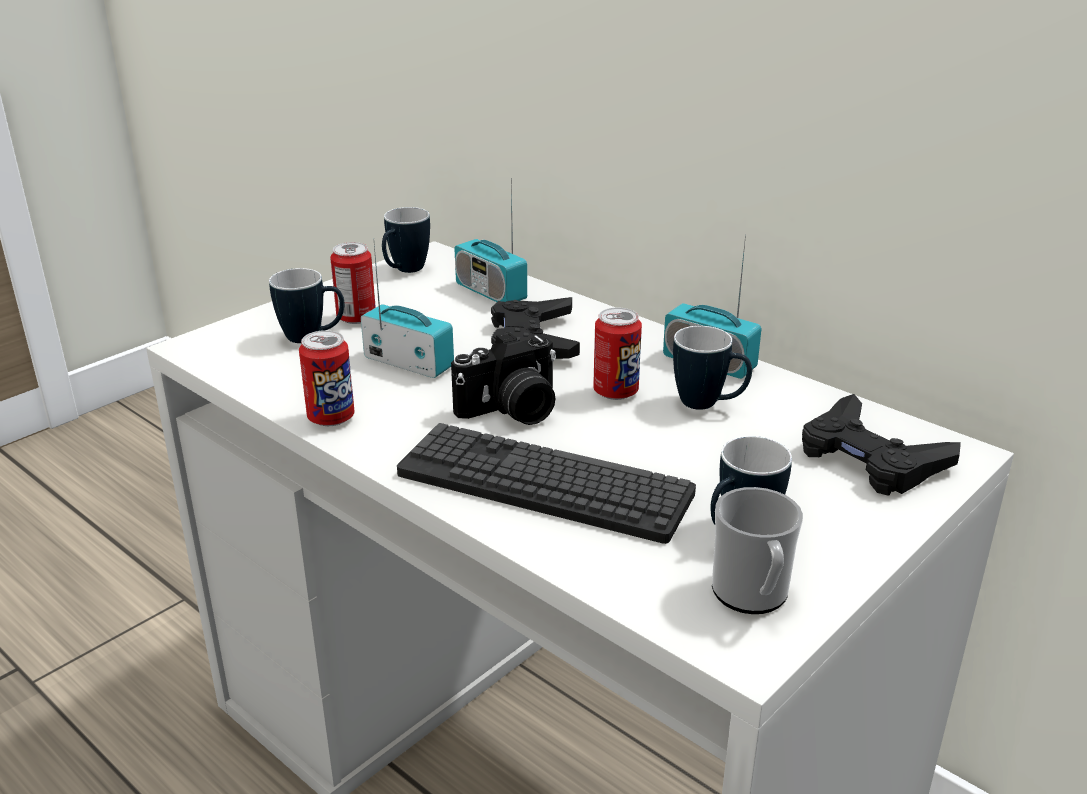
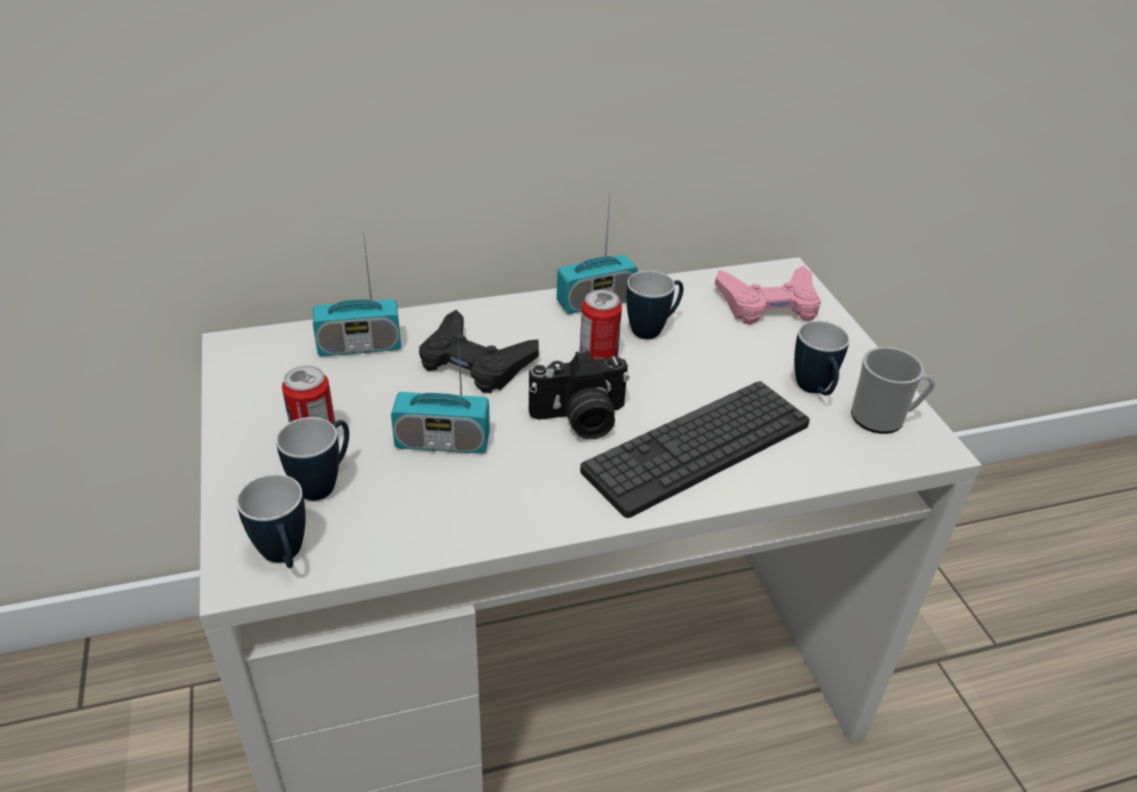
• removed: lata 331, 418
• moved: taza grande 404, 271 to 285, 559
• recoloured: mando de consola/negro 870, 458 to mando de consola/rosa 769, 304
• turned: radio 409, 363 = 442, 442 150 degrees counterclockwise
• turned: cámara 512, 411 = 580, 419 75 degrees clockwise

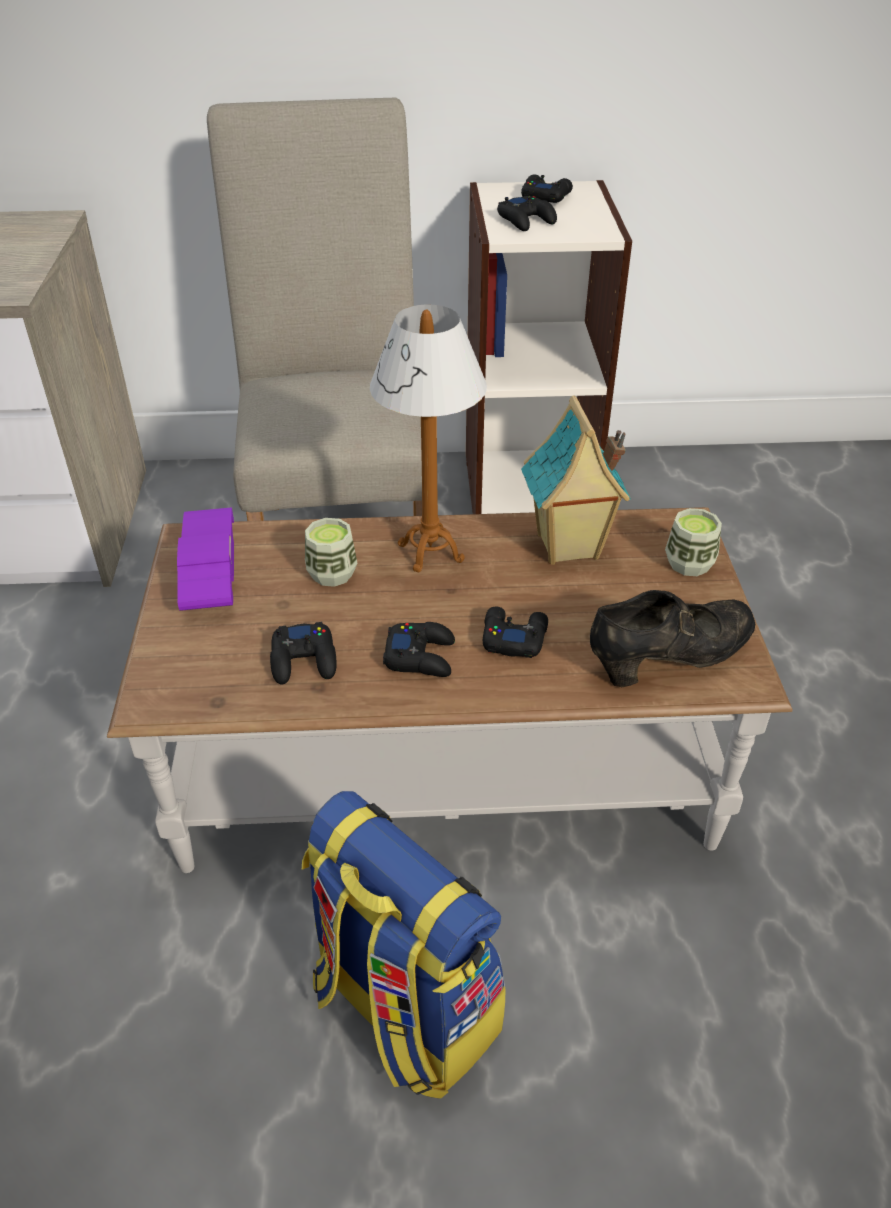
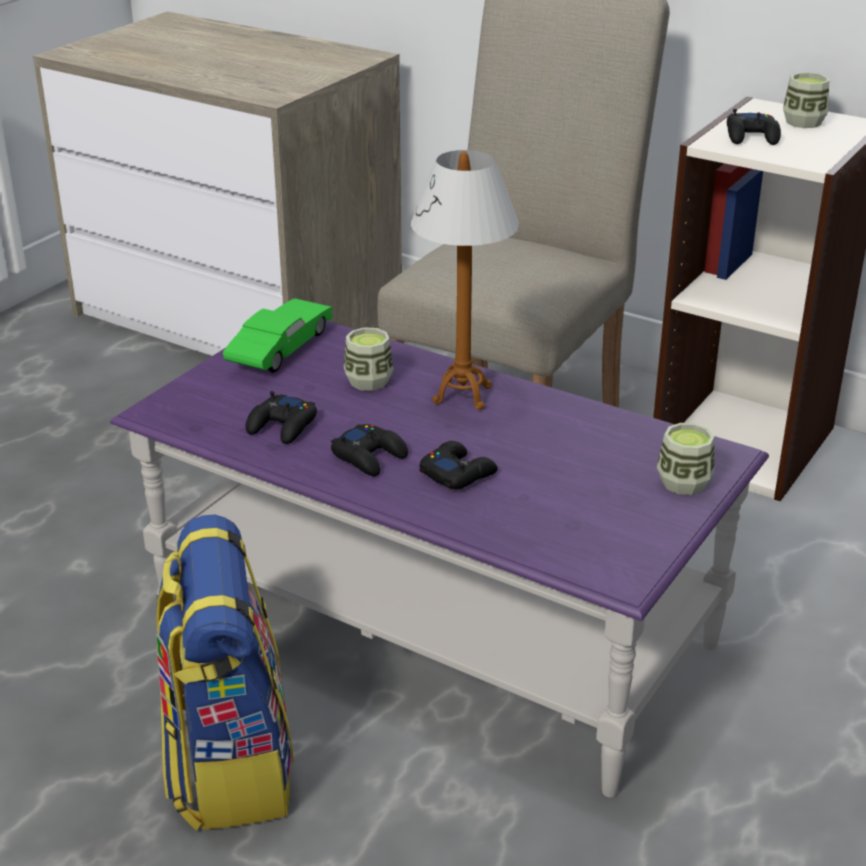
• removed: casita 568, 548
• removed: zapato/negro 669, 660
• replaced: mando de consola/negro 545, 196 to taza 803, 122
• recoloured: mesa de centro/marrón 444, 764 to mesa de centro/morado 432, 621
• recoloured: coche de juguete/morado 210, 574 to coche de juguete/verde 280, 350

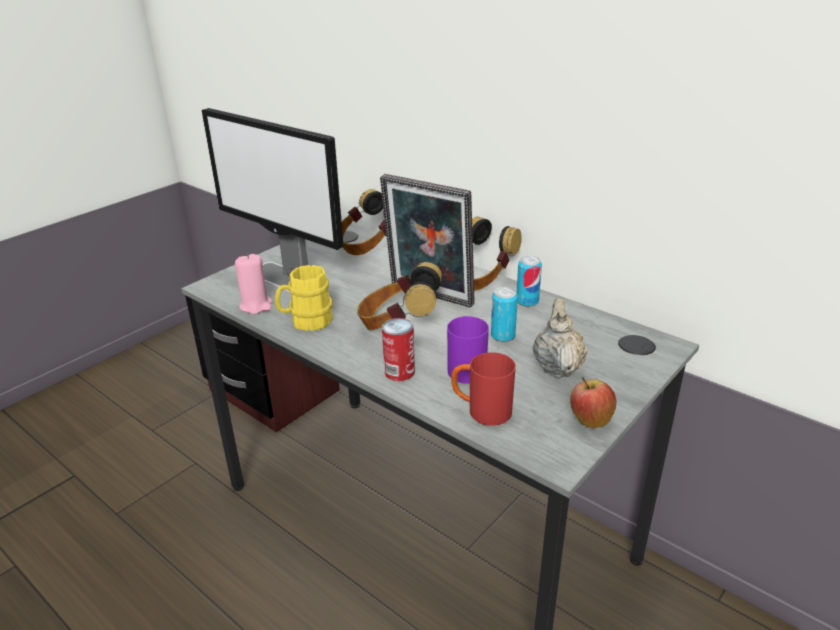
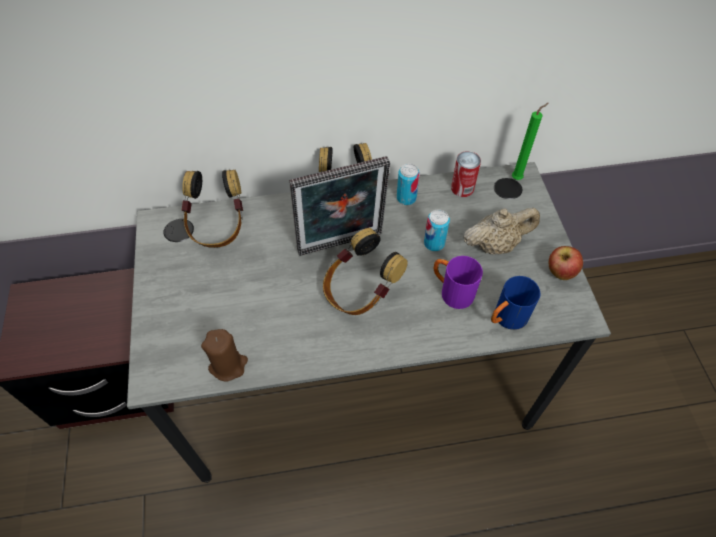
• removed: monitor 288, 280
• removed: taza grande/amarillo 306, 321
• added: vela/verde 518, 178
• moved: lata 399, 372 to 462, 188
• recoloured: vela/rosa 256, 305 to vela/marrón 228, 365
• recoloured: taza grande/rojo 481, 411 to taza grande/azul 505, 319
• turned: tetera/beis 557, 367 = 495, 245 120 degrees clockwise

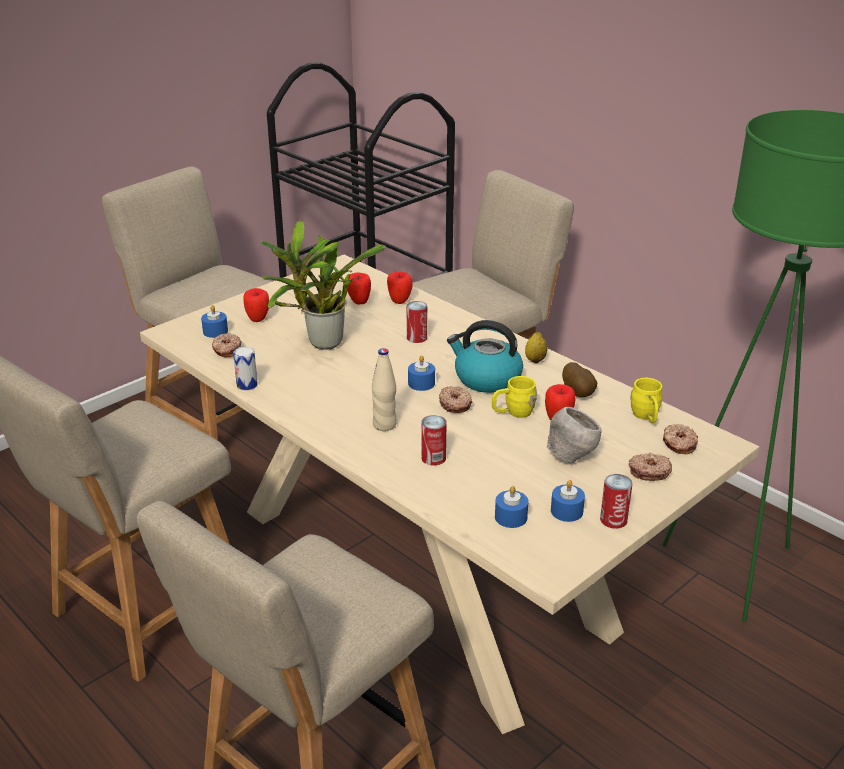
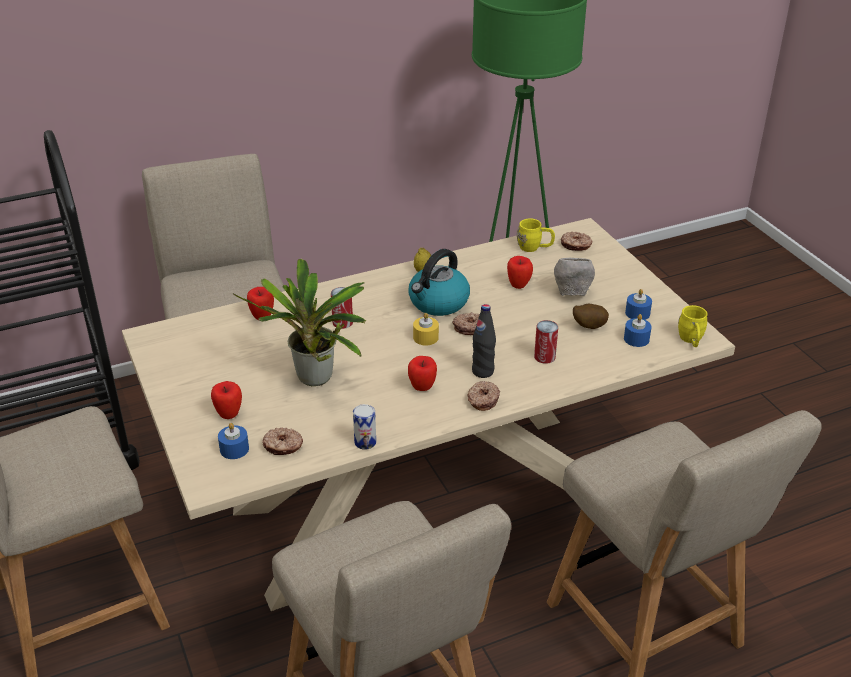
• removed: lata 613, 520
• moved: manzana 359, 302 to 422, 388
• moved: taza grande/amarillo 513, 412 to 691, 341
• moved: patata 579, 393 to 588, 326
• moved: rosquilla 649, 471 to 482, 400
• recoloured: botella/beis 384, 425 to botella/negro 483, 371
• recoloured: vela/azul 421, 383 to vela/amarillo 425, 337

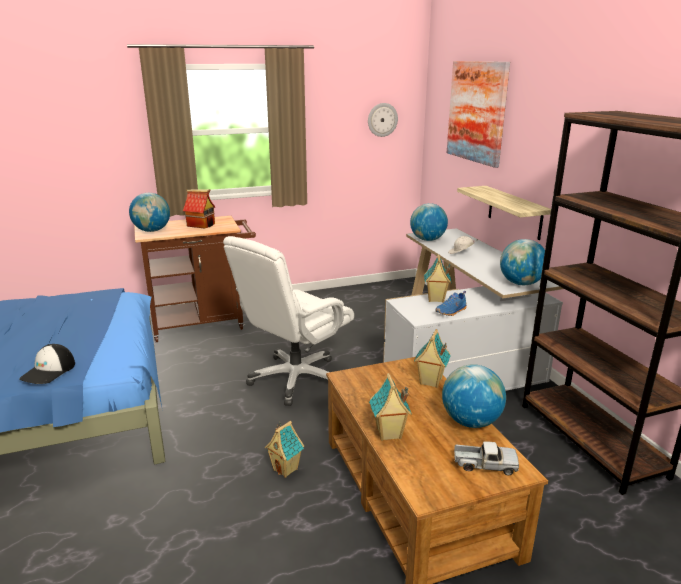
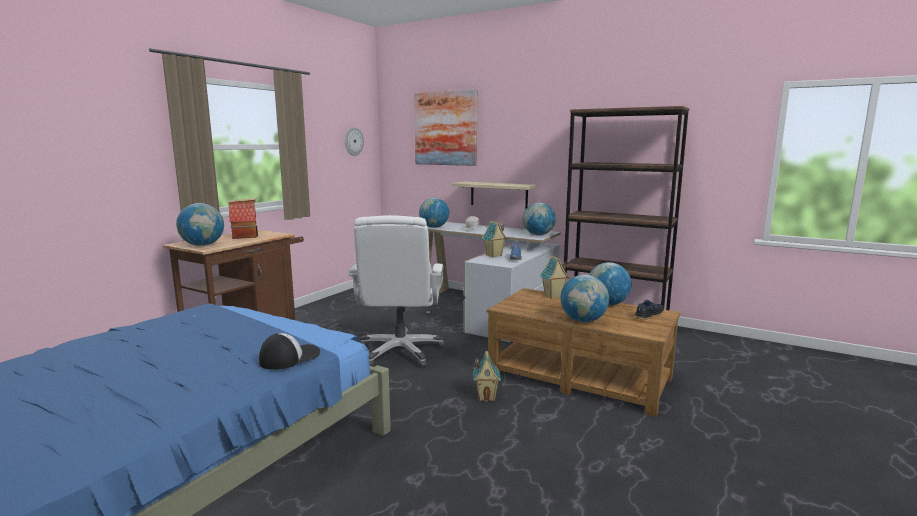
• replaced: casita 388, 434 to globo terráqueo 583, 320
• replaced: camión de juguete 485, 464 to zapato/negro 648, 316
• turned: gorra 49, 371 = 289, 357 120 degrees counterclockwise

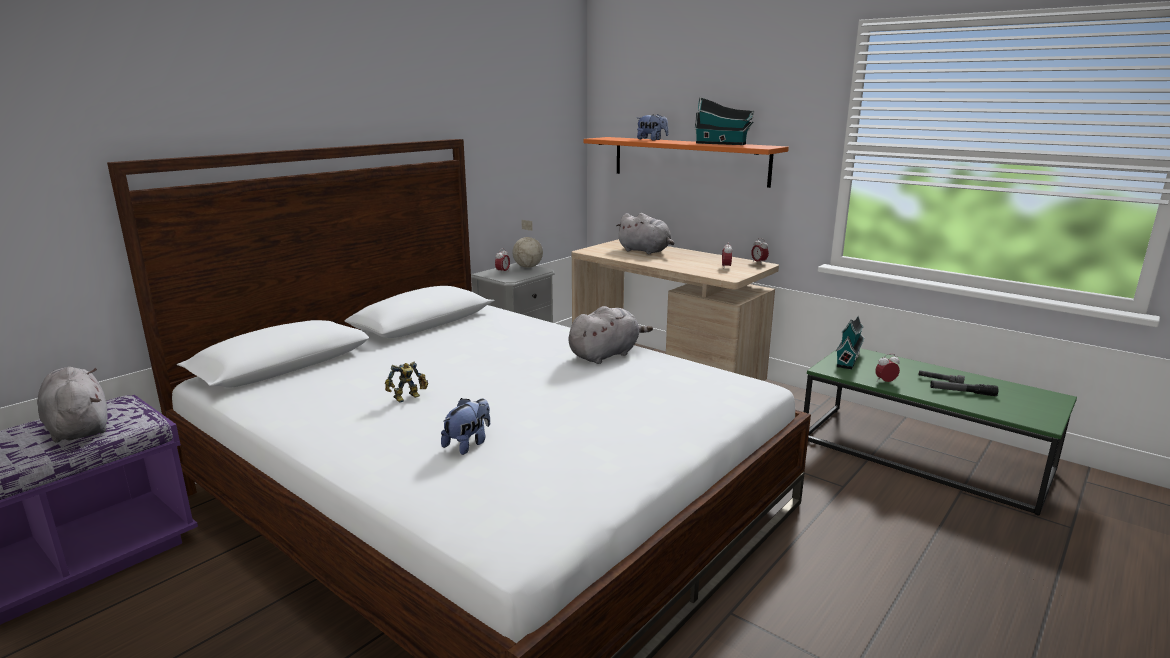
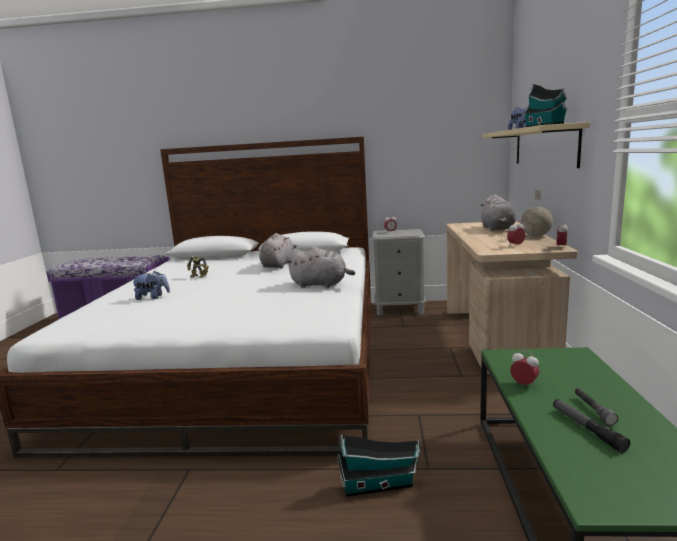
• moved: peluche/gris 78, 428 to 278, 265
• moved: globo terráqueo 528, 267 to 536, 236
• moved: casita 848, 358 to 380, 485
• recoloured: estante/naranja 688, 160 to estante/beis 544, 146

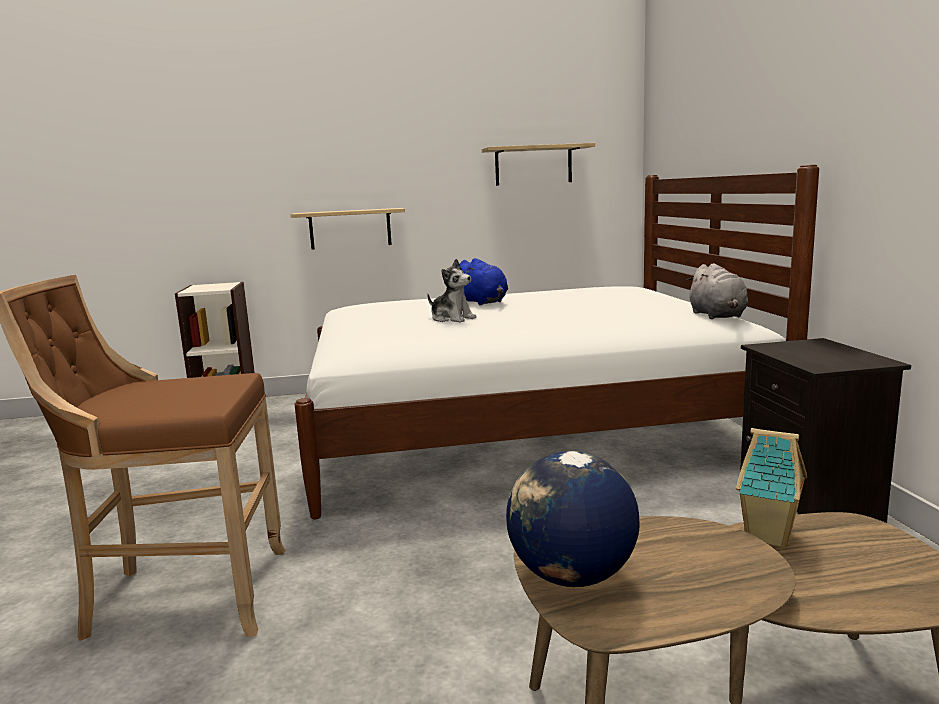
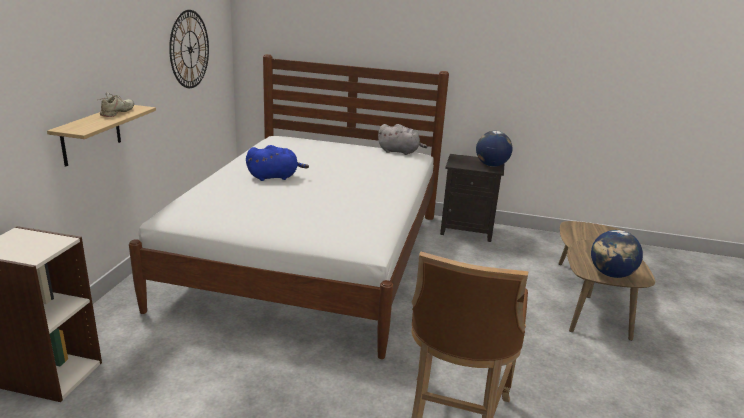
• removed: peluche 452, 319
• removed: casita 770, 536
• added: zapato/beis 117, 112
• added: globo terráqueo 491, 165
• replaced: estante 533, 165 to reloj de pared 190, 49

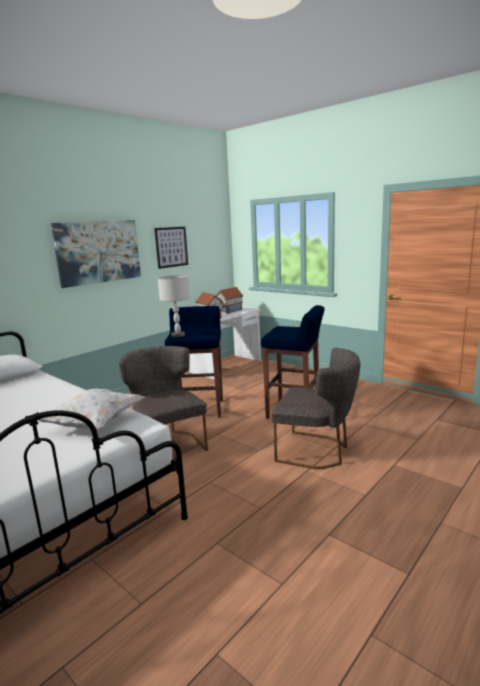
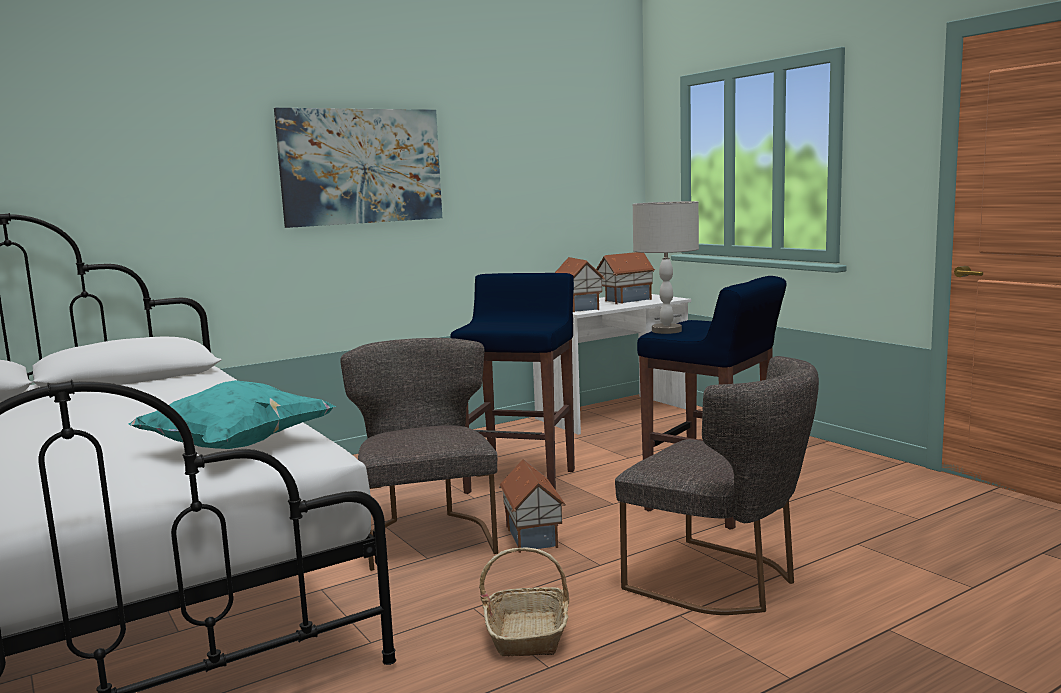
• removed: cuadro 171, 247
• added: cesta 528, 633
• added: casita 534, 536
• moved: lámpara de mesa/gris 178, 335 to 666, 331
• recoloured: cojín/blanco 95, 424 to cojín/turquesa 236, 447

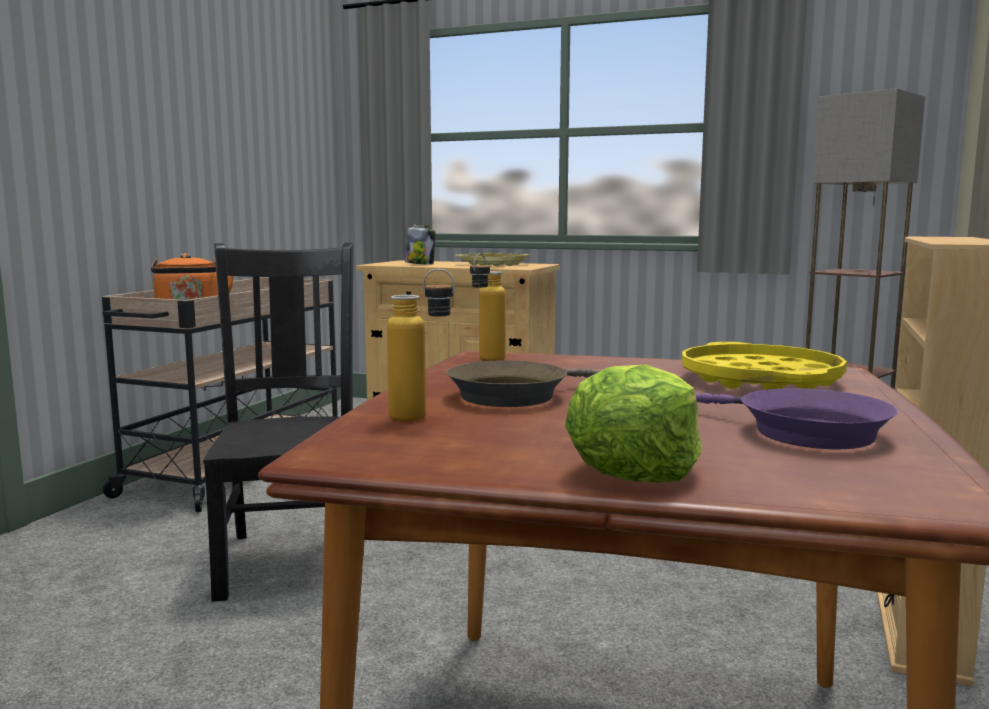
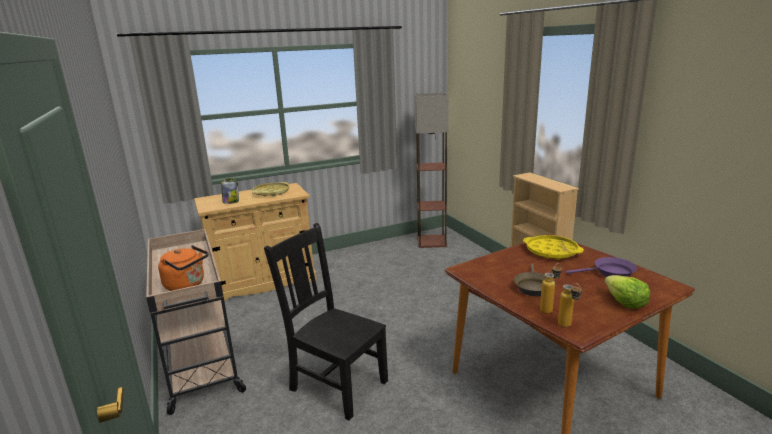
• moved: botella 486, 361 to 567, 327

